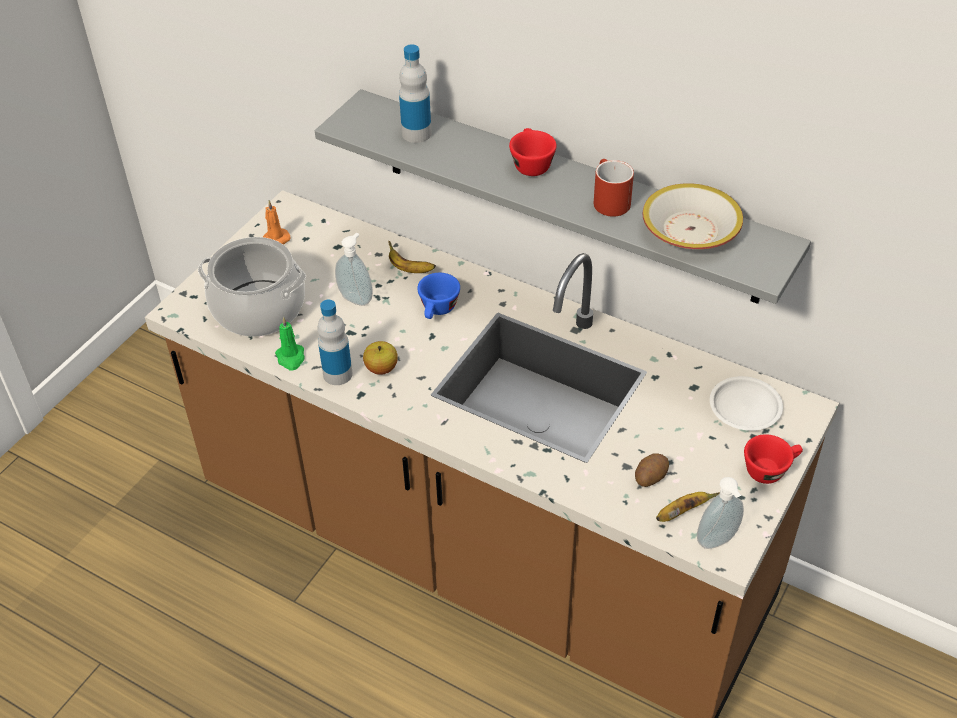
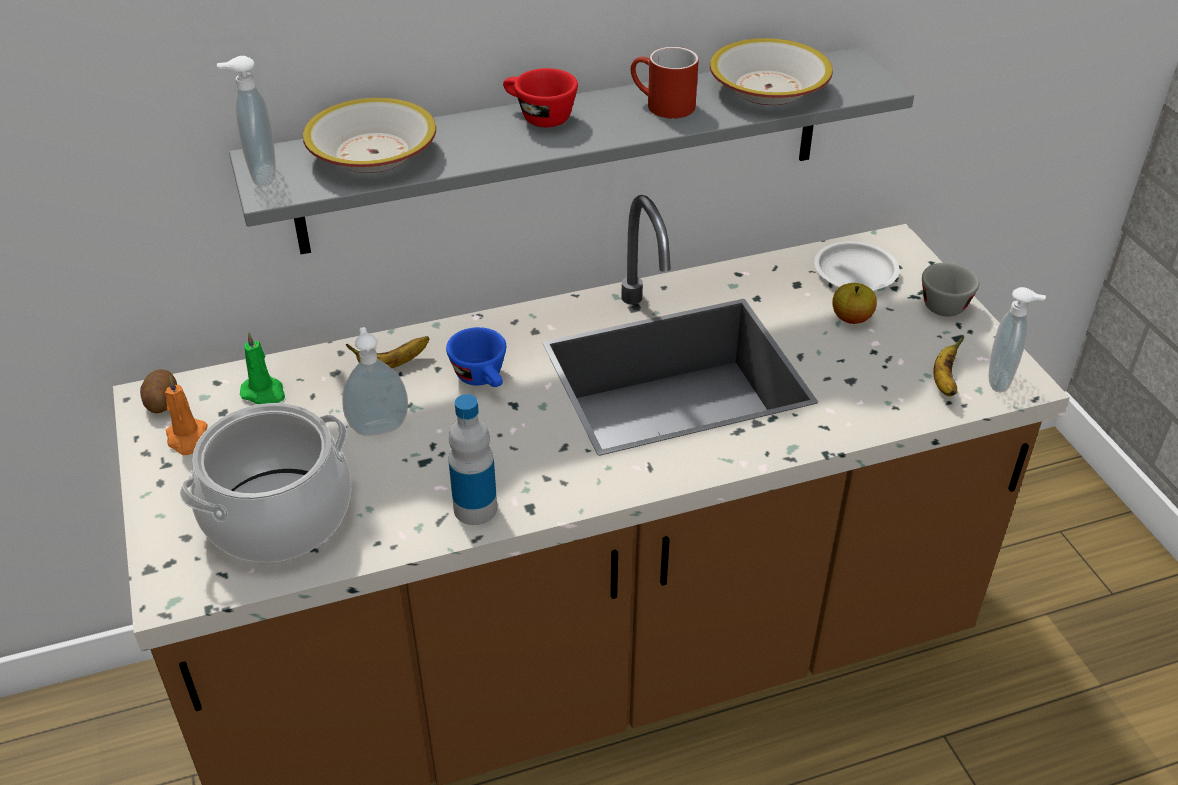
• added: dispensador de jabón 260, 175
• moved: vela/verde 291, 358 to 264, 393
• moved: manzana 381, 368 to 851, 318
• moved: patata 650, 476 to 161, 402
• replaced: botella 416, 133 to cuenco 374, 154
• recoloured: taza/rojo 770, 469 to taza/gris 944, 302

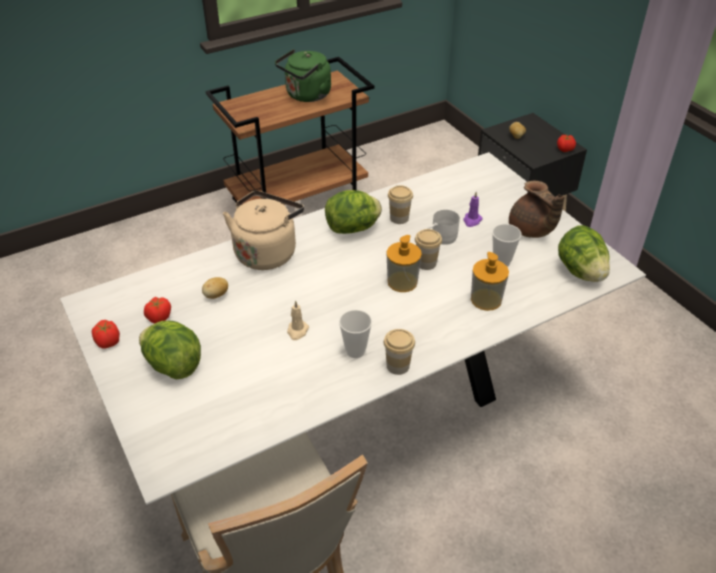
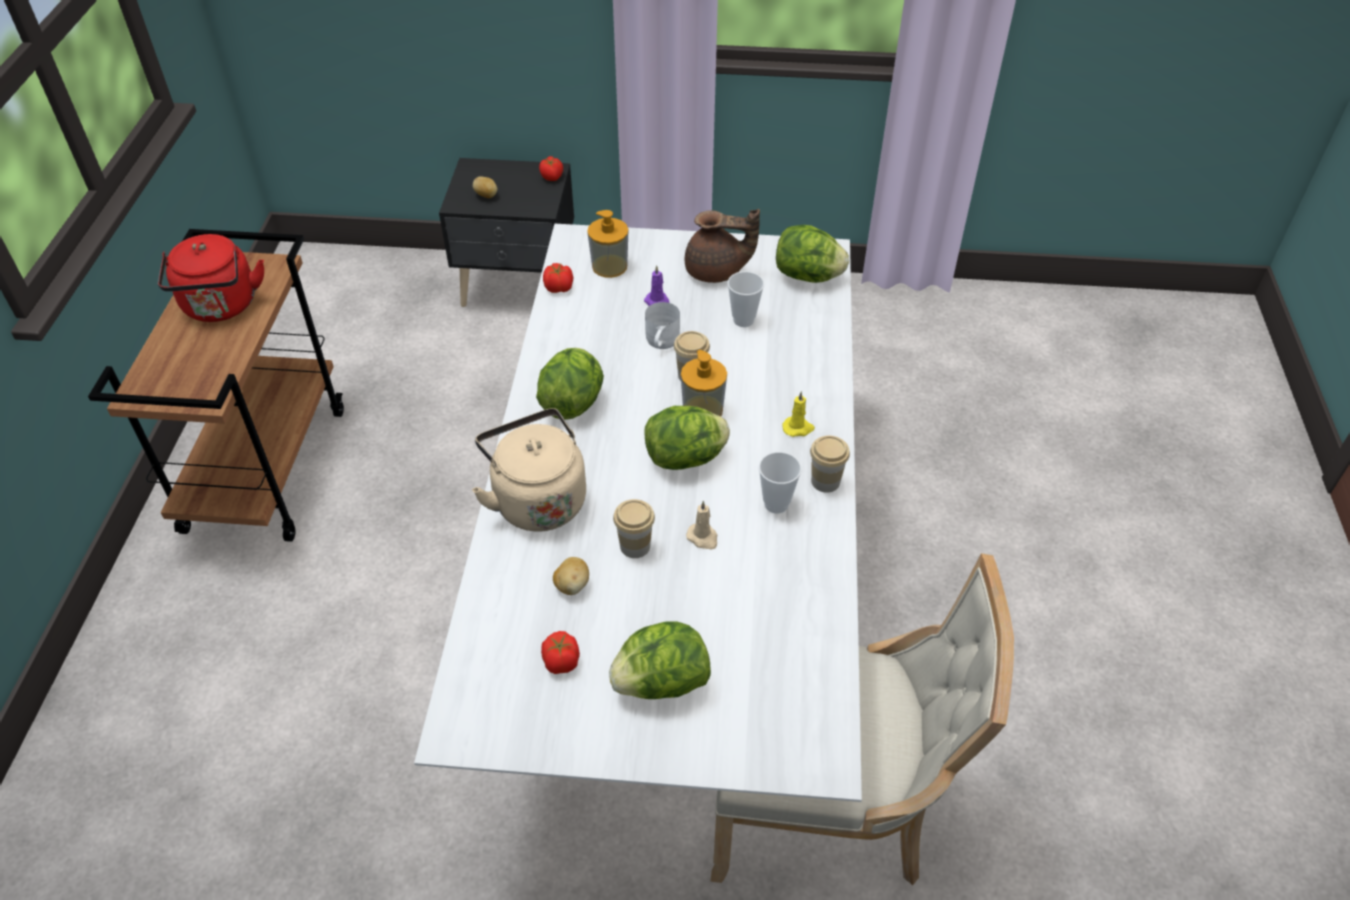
• added: lechuga 686, 458
• added: vela/amarillo 798, 428
• moved: tomate 108, 342 to 559, 288
• moved: taza 399, 218 to 635, 546
• moved: dispensador de jabón 486, 299 to 609, 266
• recoloured: hervidor/verde 306, 96 to hervidor/rojo 221, 307

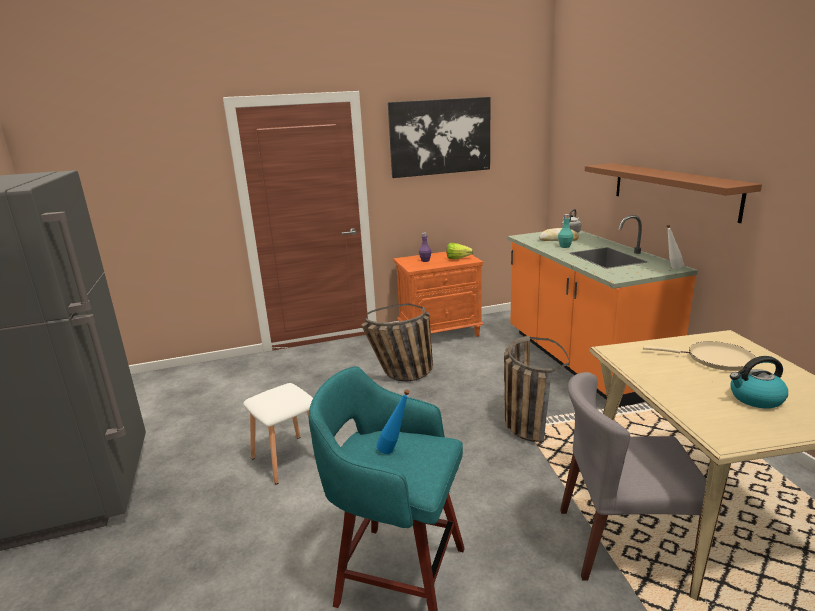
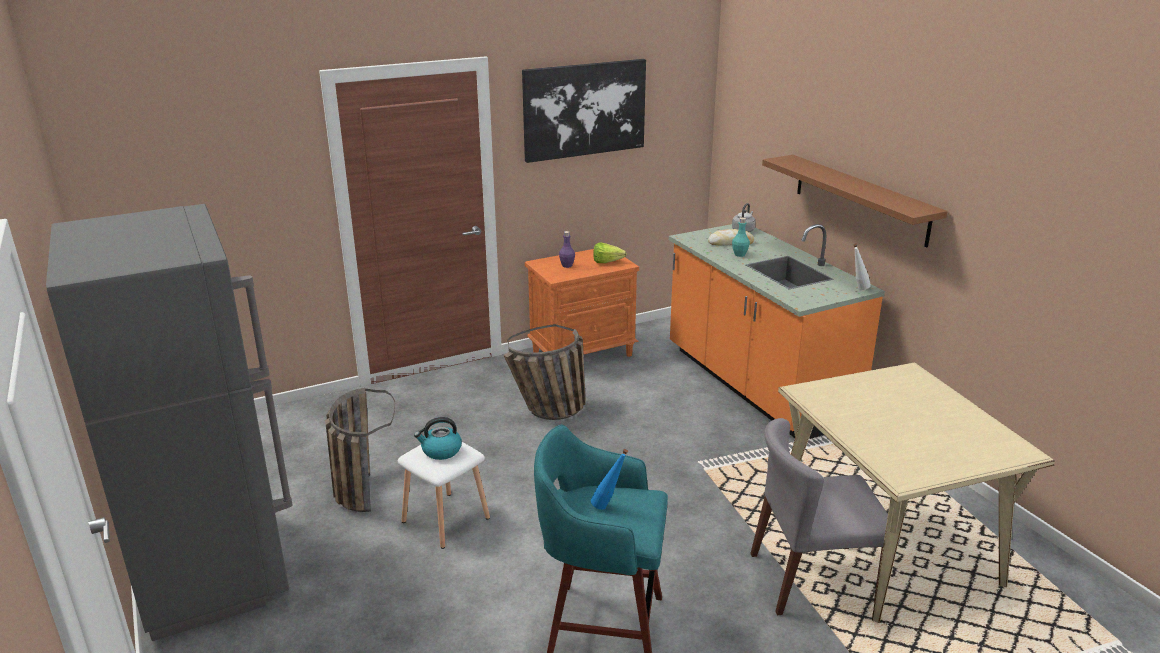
• removed: sartén/beis 715, 359
• moved: cesta 524, 420 to 360, 486
• moved: hervidor 755, 398 to 441, 451

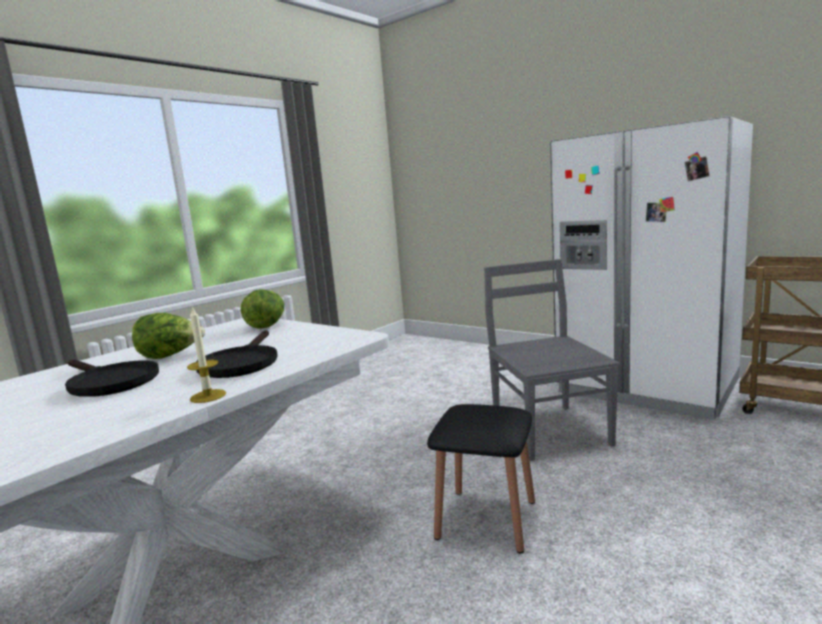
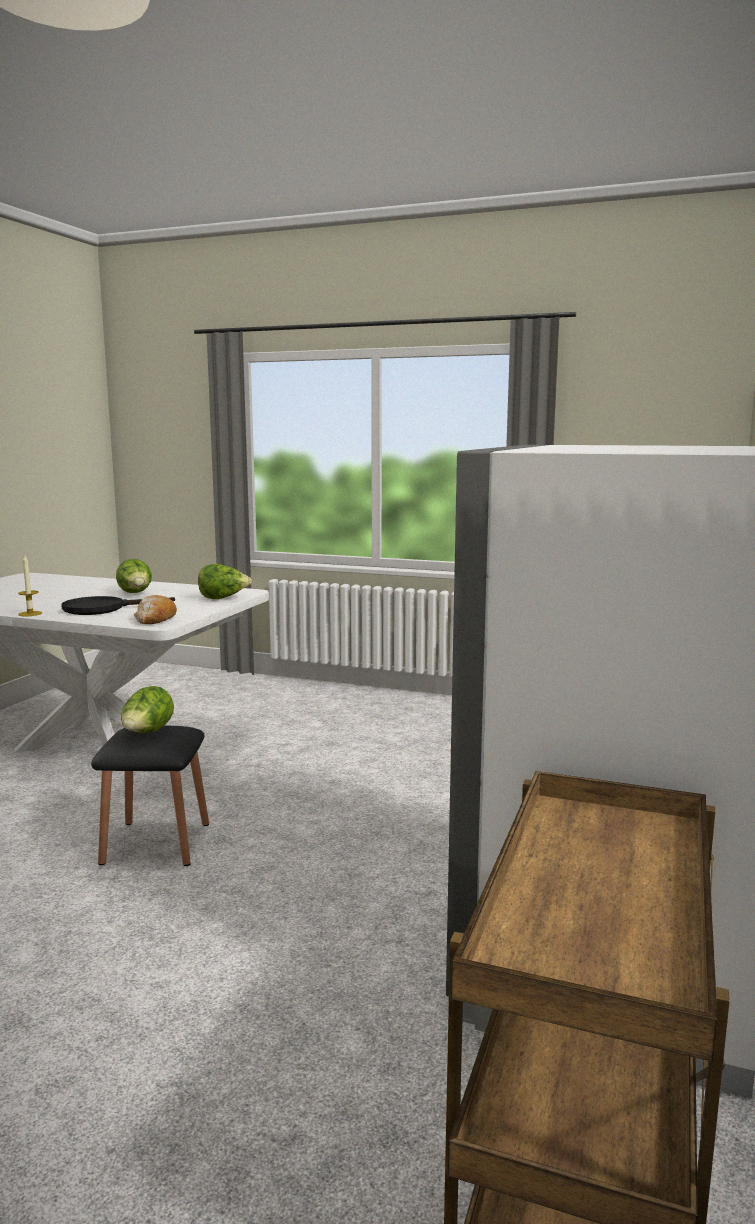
• removed: sartén/negro 109, 382
• removed: silla/gris 549, 430
• added: lechuga 147, 733
• added: pan 155, 619

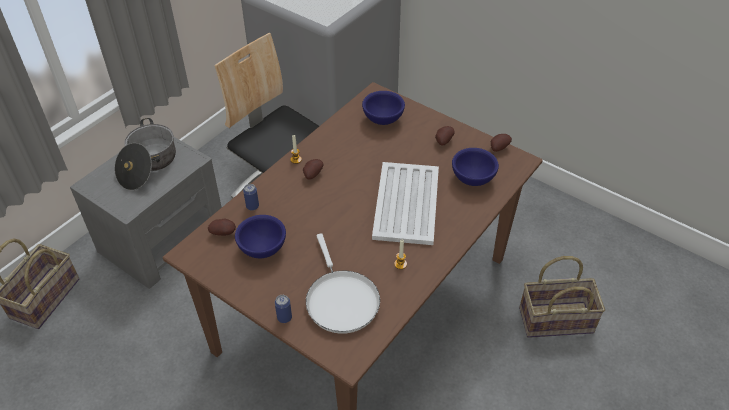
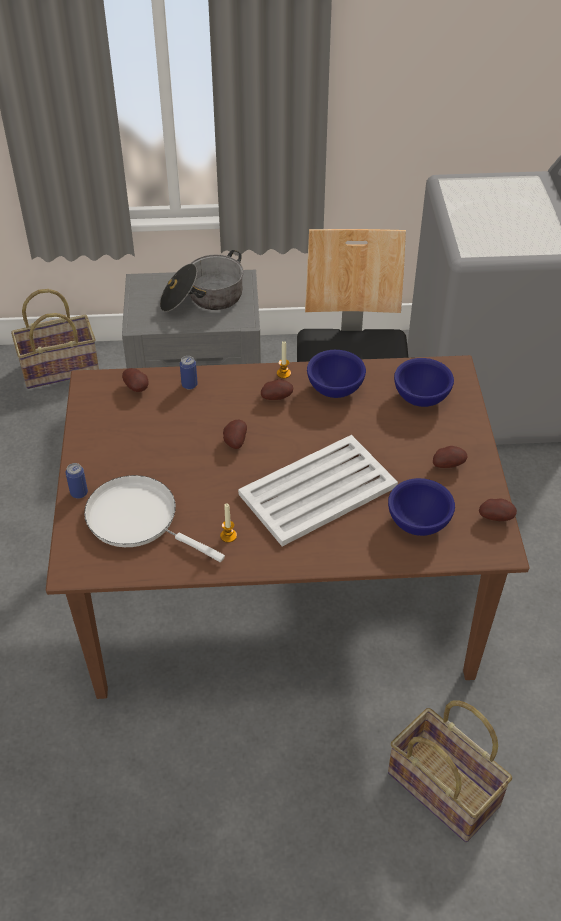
• added: patata 234, 442
• moved: cuenco/azul 263, 248 to 336, 389
• turned: sartén/blanco 341, 300 = 138, 519 90 degrees clockwise

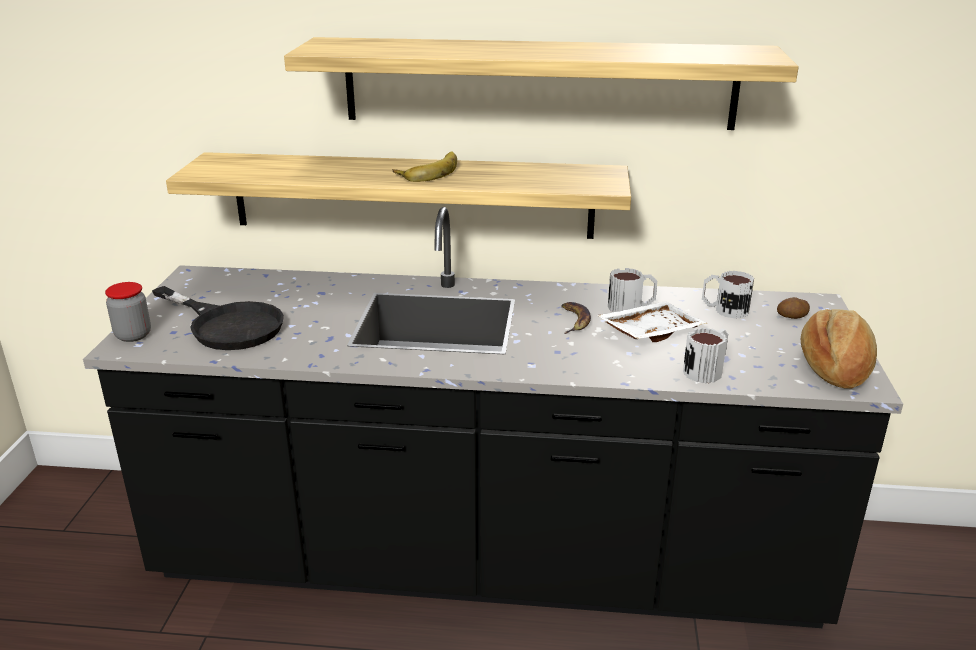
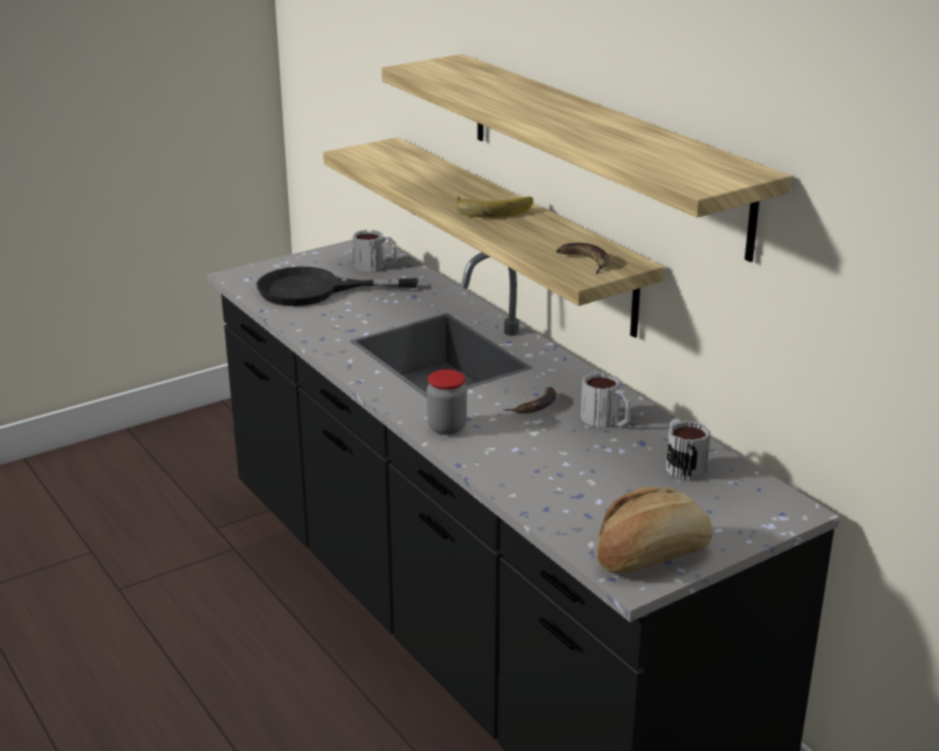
• removed: bandeja/blanco 649, 332
• removed: patata 792, 317
• added: plátano 584, 261
• moved: tarro 133, 335 to 447, 427
• moved: taza grande 707, 370 to 375, 266
• turned: sartén/negro 227, 325 = 314, 290 90 degrees clockwise

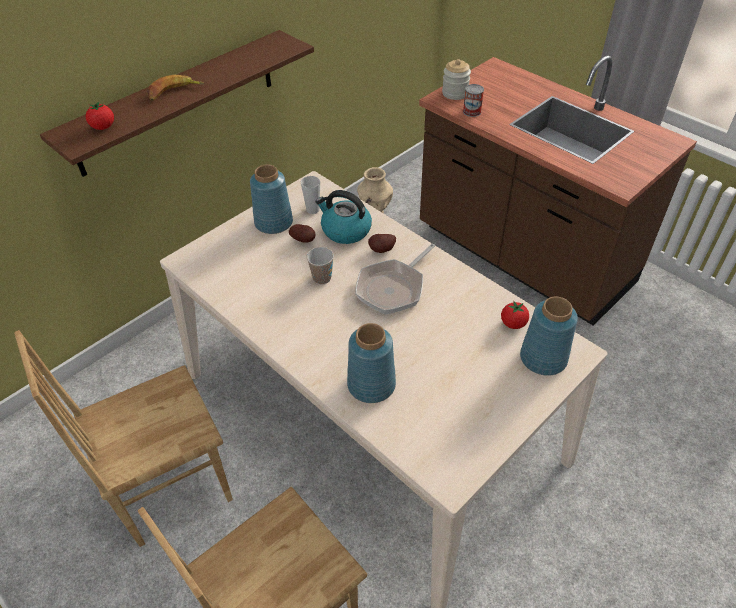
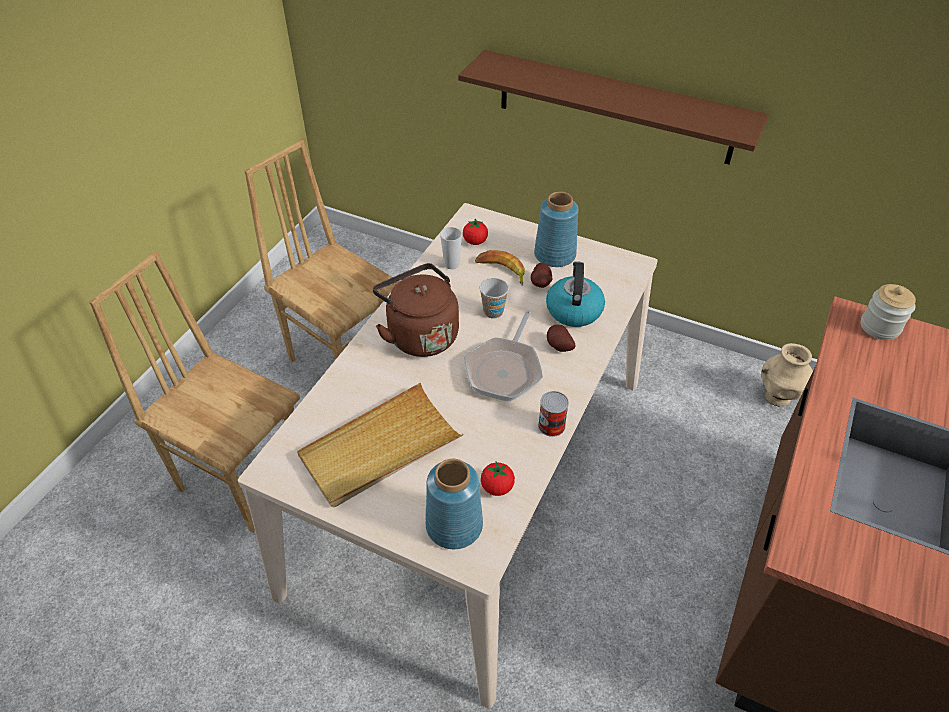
• removed: florero/azul 371, 385
• added: bandeja/beis 380, 448
• added: hervidor/marrón 420, 334
• moved: tomate 103, 127 to 475, 241
• moved: plátano 174, 92 to 501, 271
• moved: taza 313, 209 to 451, 264
• moved: lata 472, 111 to 551, 425
• turned: sartén 393, 288 = 505, 370 90 degrees counterclockwise

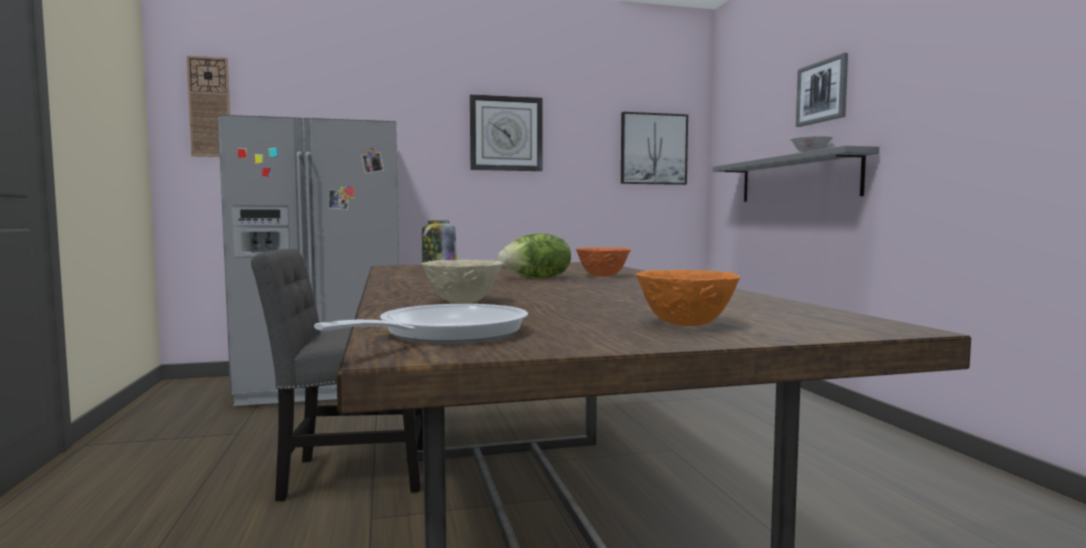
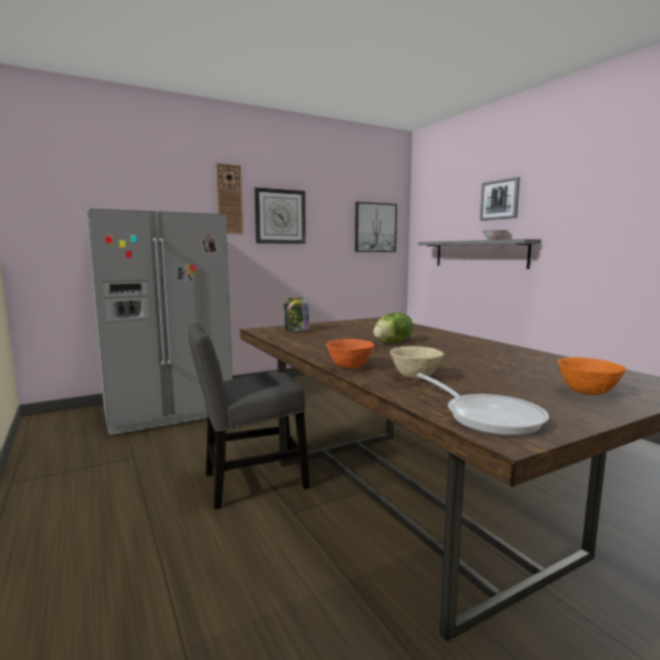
• moved: reloj de pared 210, 107 to 229, 199
• moved: cuenco/naranja 603, 276 to 350, 367
• turned: sartén 444, 335 = 487, 417 135 degrees clockwise

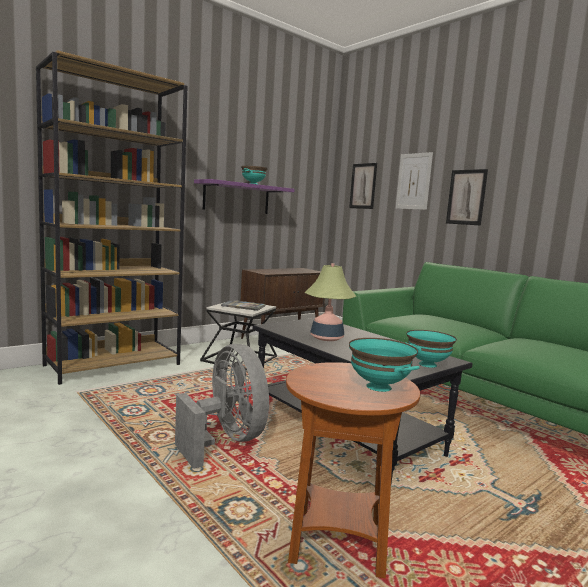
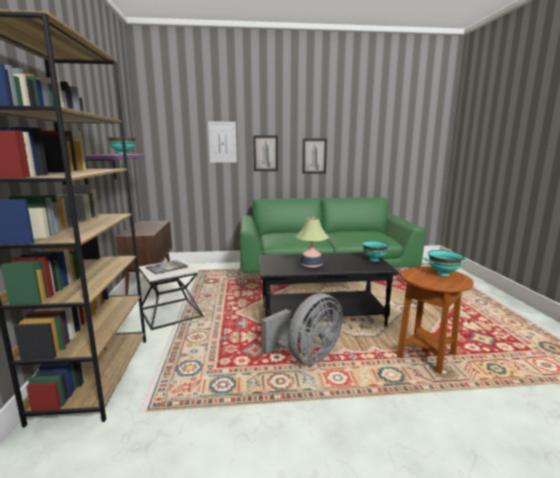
• moved: cuadro 363, 186 to 314, 156
• turned: ventilador/gris 226, 441 = 306, 357 135 degrees clockwise

